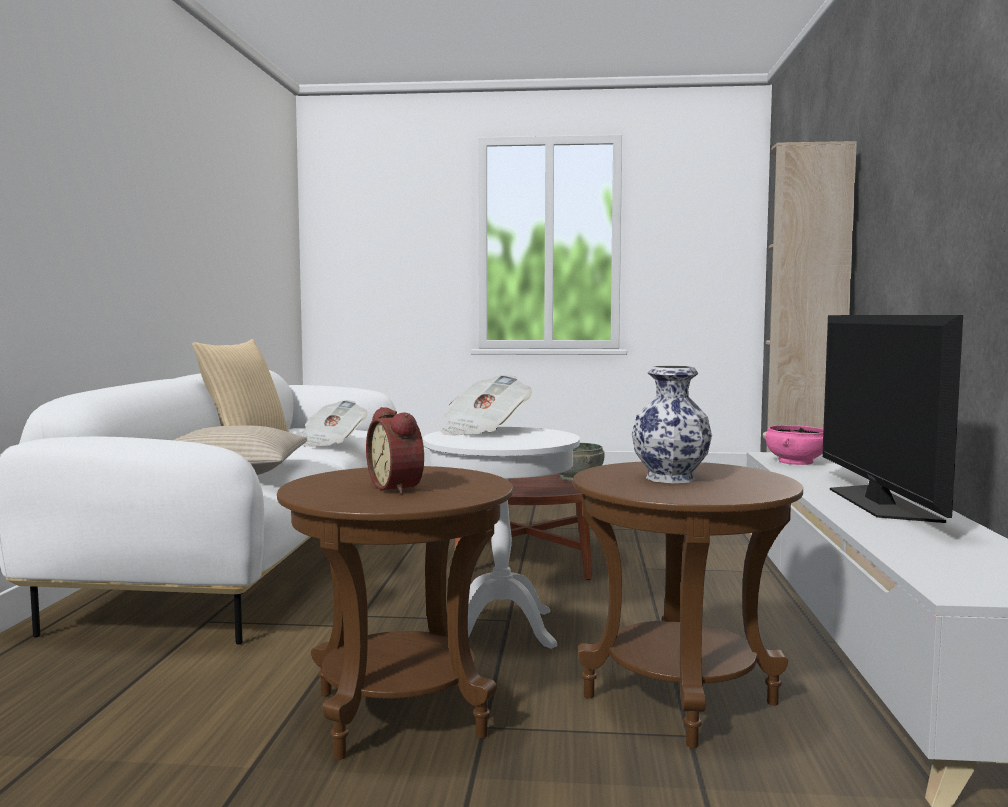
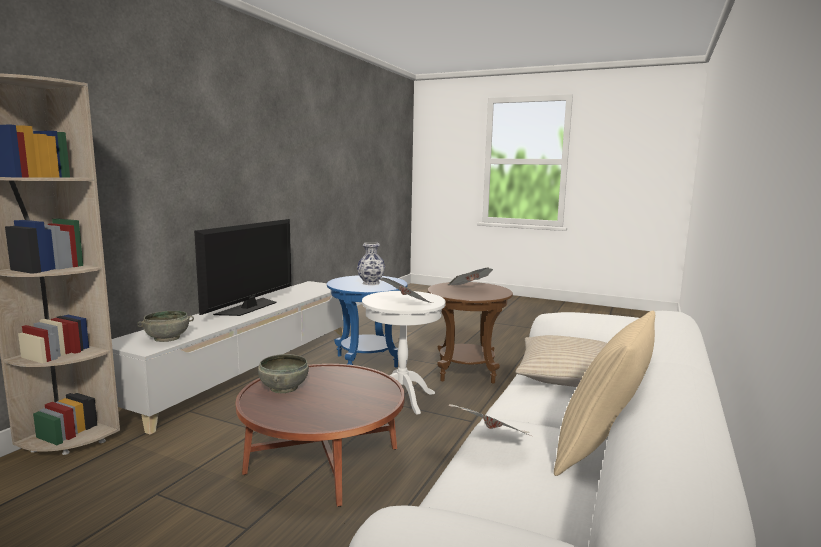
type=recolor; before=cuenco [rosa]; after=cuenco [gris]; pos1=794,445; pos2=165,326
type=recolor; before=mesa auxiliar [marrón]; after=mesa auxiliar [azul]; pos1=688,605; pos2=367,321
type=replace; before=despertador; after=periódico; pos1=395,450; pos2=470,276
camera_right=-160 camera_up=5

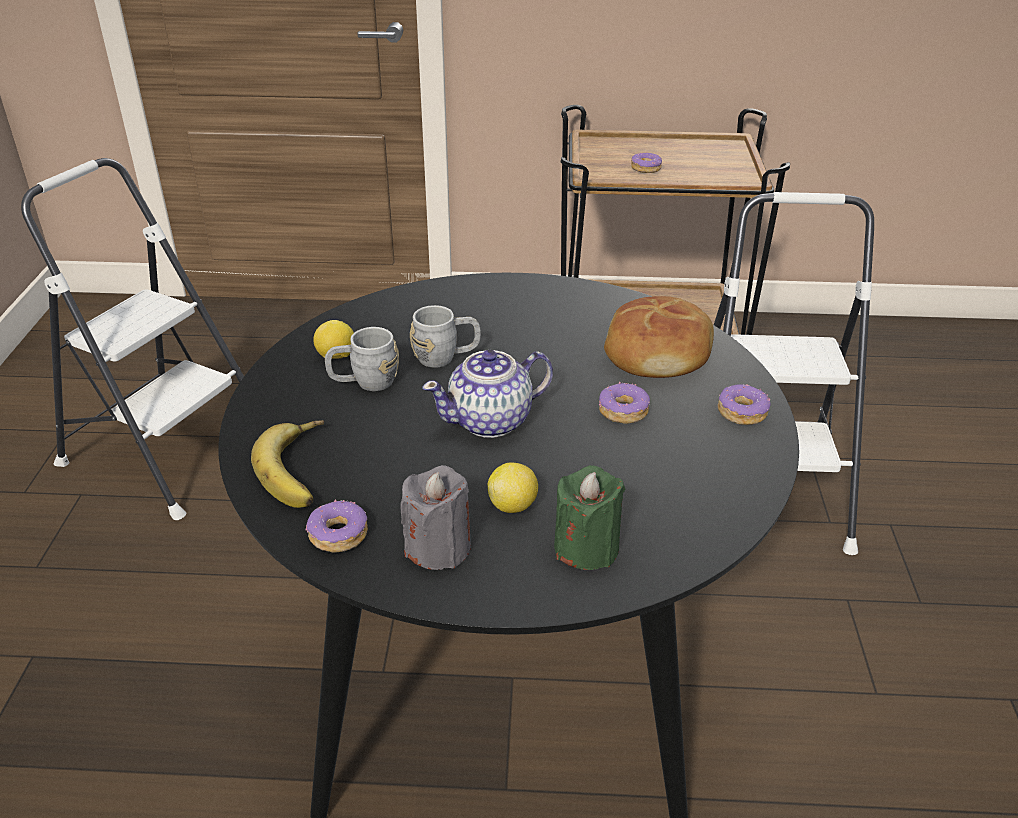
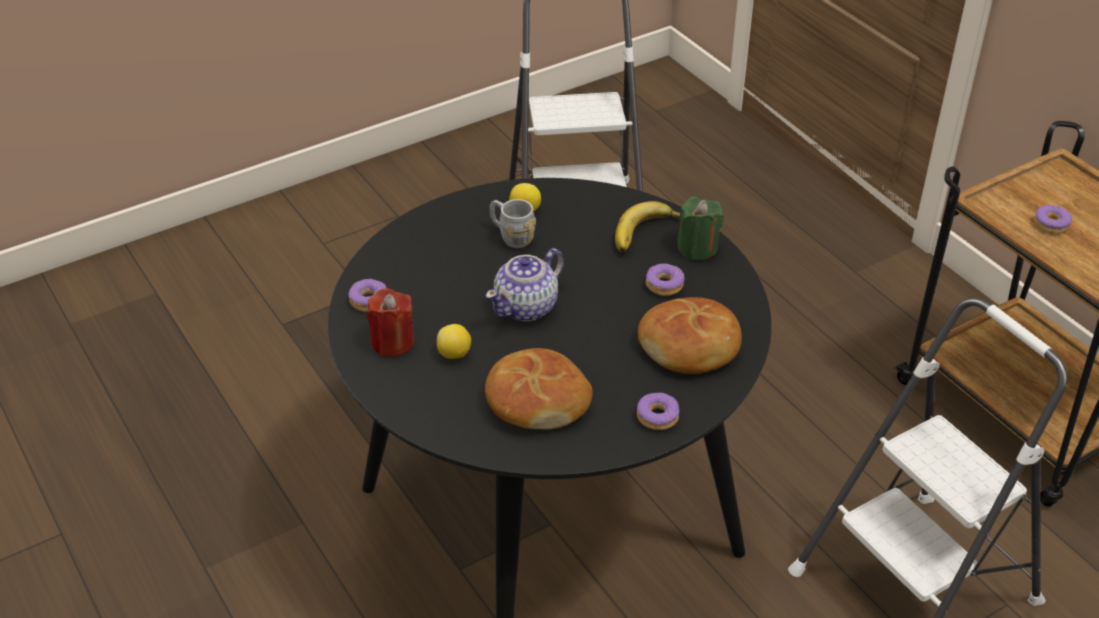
type=recolor; before=vela [gris]; after=vela [rojo]; pos1=436,517; pos2=390,322
type=insert; after=pan; pos2=539,388
type=rotate; before=tetera; pos1=487,394; pos2=525,284; turn=-75
type=move; before=plátano; pos1=287,464; pos2=647,226
type=move; before=rosquilla; pos1=624,403; pos2=665,279
type=move; before=vela [verde]; pos1=589,517; pos2=700,228
type=delete; before=taza grande [gris]; pos1=445,336
camera_right=55 camera_up=5

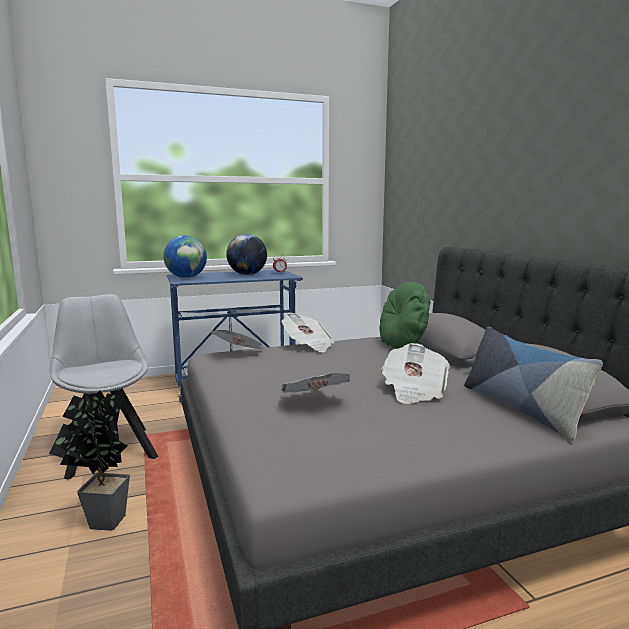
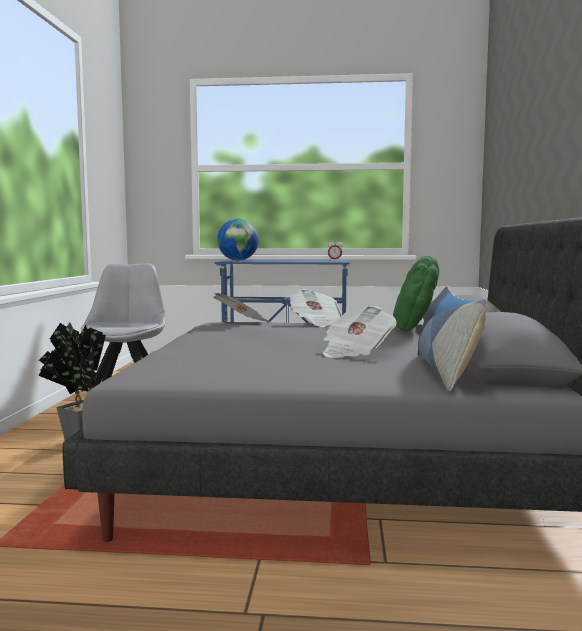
type=delete; before=globo terráqueo; pos1=246,254
type=delete; before=periódico; pos1=315,383
camera_right=25 camera_up=-5

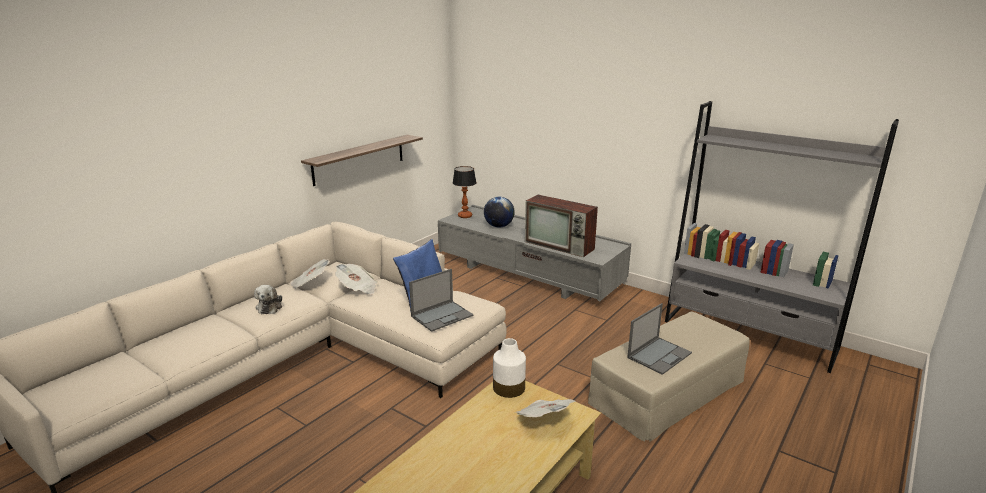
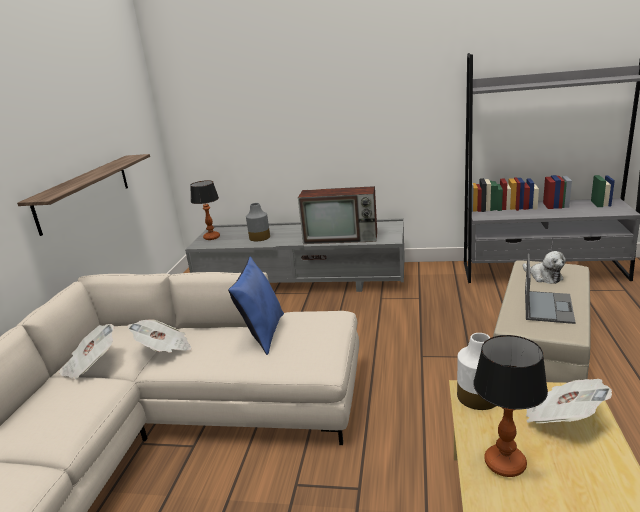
type=replace; before=globo terráqueo; after=florero [gris]; pos1=499,212; pos2=258,222
type=insert; after=lámpara de mesa; pos2=510,406
type=move; before=peluche; pos1=268,299; pos2=544,267
type=delete; before=portátil; pos1=441,300
camera_right=-25 camera_up=0

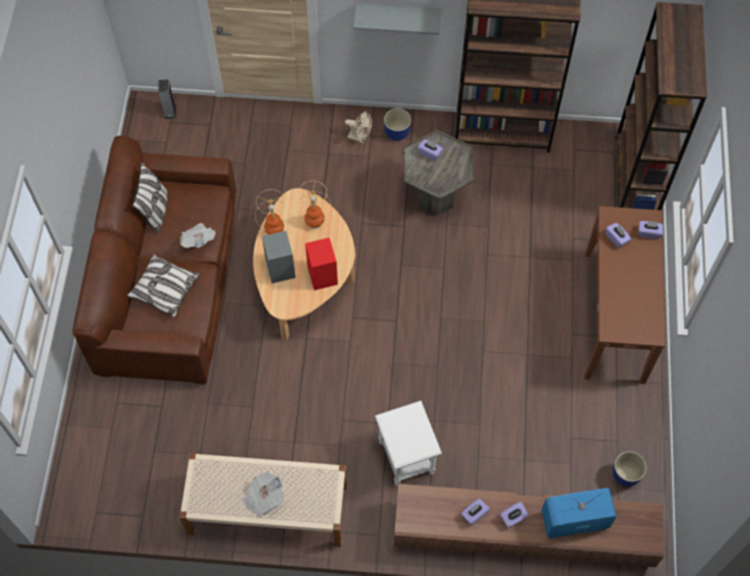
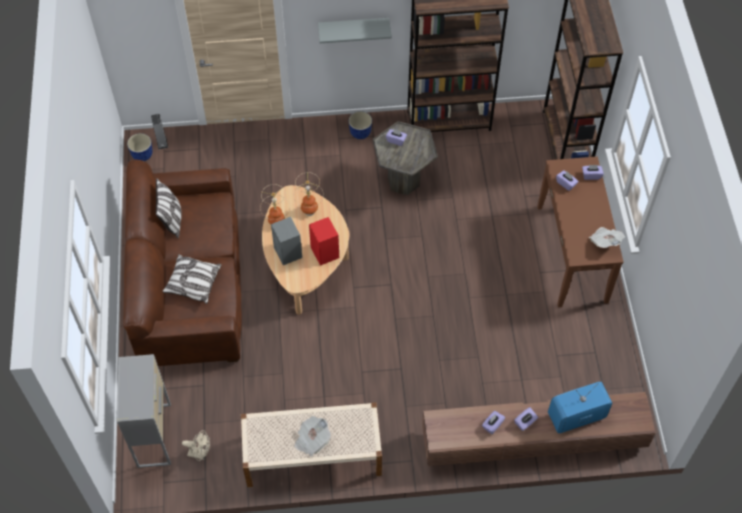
type=insert; after=armario [gris]; pos2=144,411
type=move; before=maceta; pos1=630,469; pos2=140,147
type=move; before=ventilador [beis]; pos1=358,127; pos2=196,445
type=move; before=periódico; pos1=198,235; pos2=607,237
type=delete; before=mesa auxiliar [blanco]; pos1=408,443
camera_right=-10 camera_up=-5

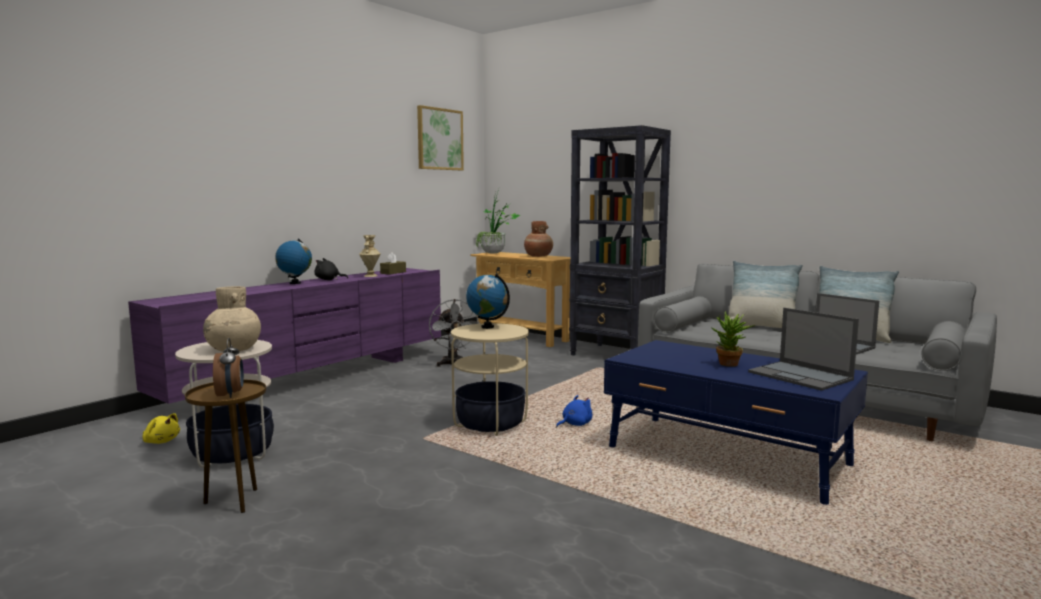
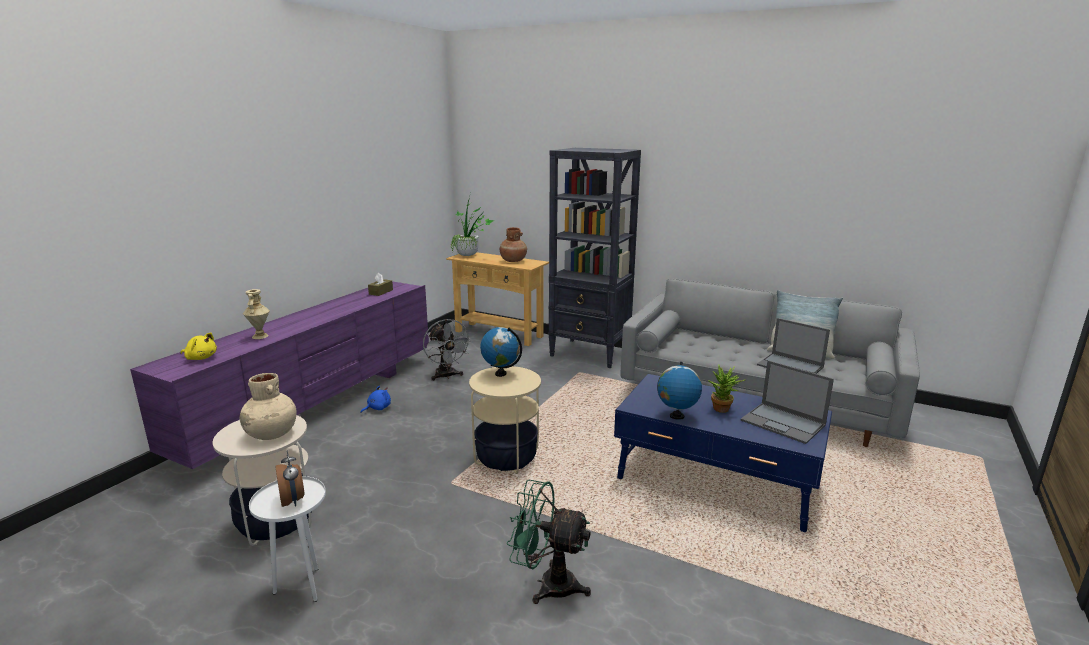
type=move; before=peluche [amarillo]; pos1=161,428; pos2=199,346
type=move; before=florero [beis]; pos1=370,256; pos2=256,314
type=recolor; before=mesa auxiliar [marrón]; after=mesa auxiliar [blanco]; pos1=225,446; pos2=287,539
type=move; before=peluche [azul]; pos1=574,411; pos2=375,399
type=insert; after=ventilador [verde]; pos2=549,542
type=move; before=globo terráqueo; pos1=293,261; pos2=679,391
type=delete; before=peluche [negro]; pos1=331,269
type=delete; before=cuadro; pos1=440,137
type=delete; before=cojín; pos1=766,294
camera_right=-10 camera_up=10

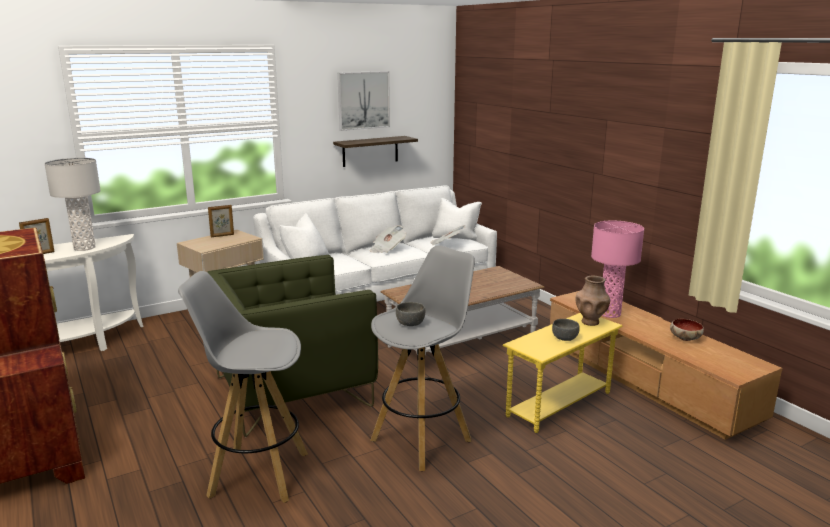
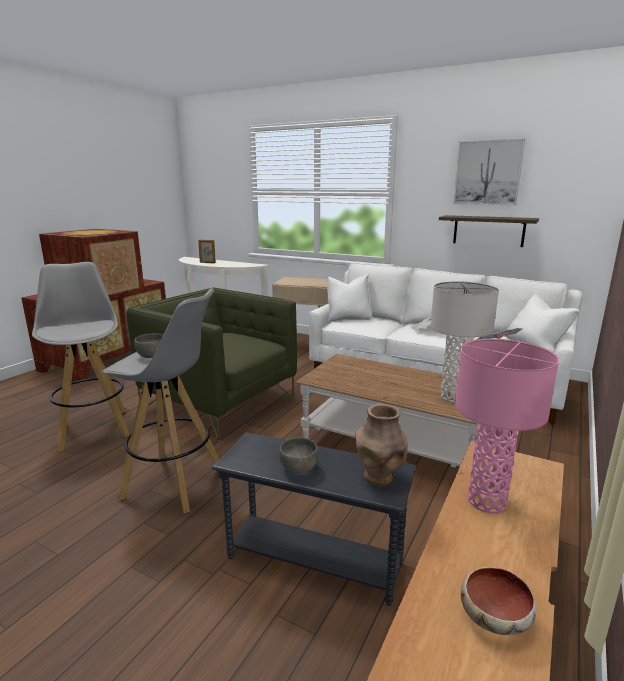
type=recolor; before=mesa auxiliar [amarillo]; after=mesa auxiliar [gris]; pos1=563,373; pos2=314,519
type=move; before=lámpara de mesa [blanco]; pos1=72,204; pos2=464,342
type=delete; before=portarretratos; pos1=221,221
camera_right=60 camera_up=0

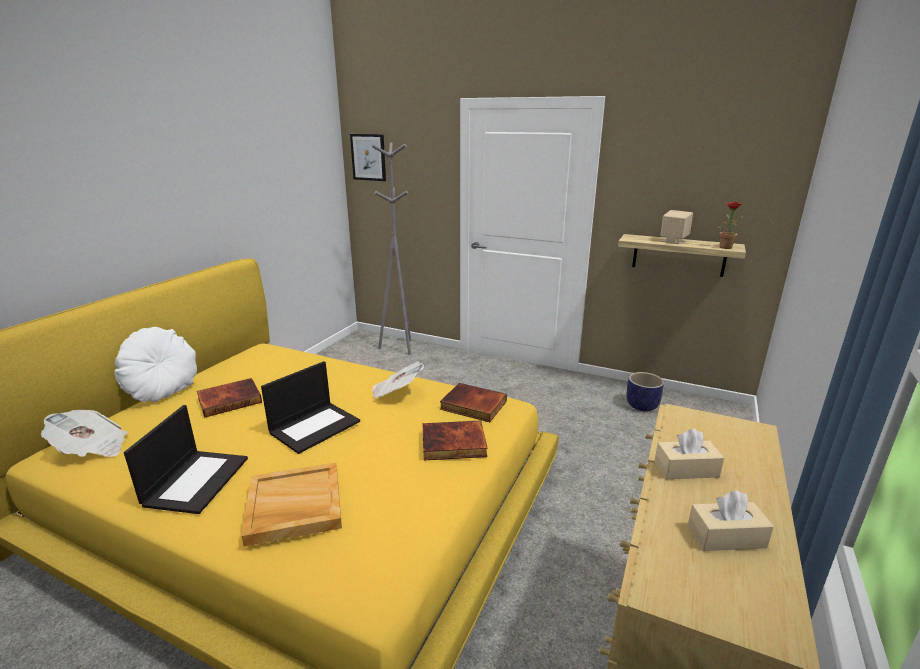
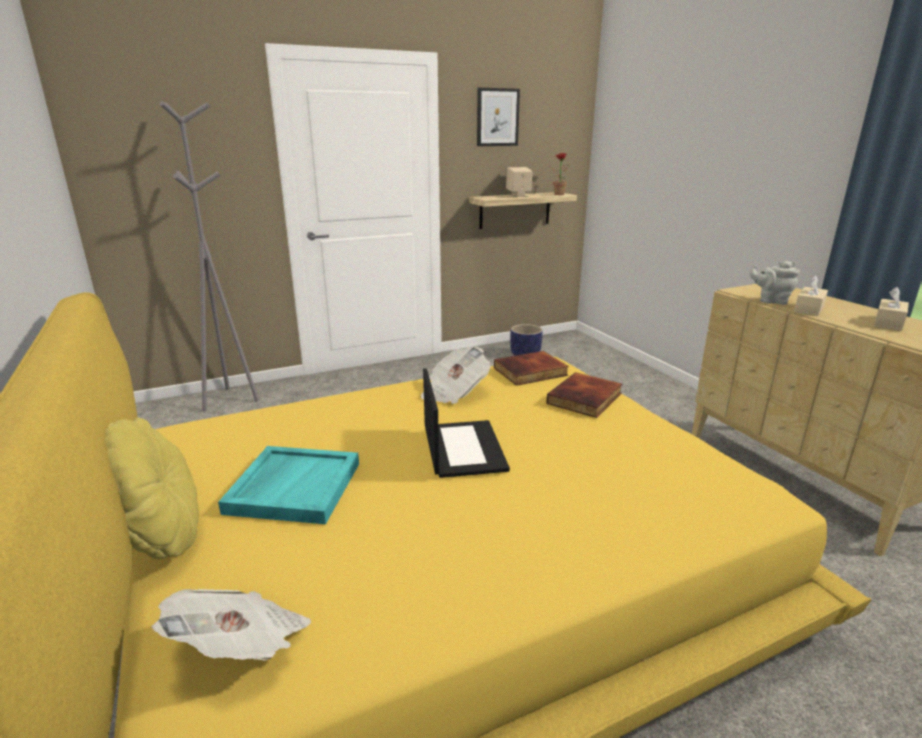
type=recolor; before=cojín [blanco]; after=cojín [amarillo]; pos1=155,364; pos2=152,488
type=replace; before=libro; after=bandeja [turquesa]; pos1=229,398; pos2=288,485
type=move; before=cuadro; pos1=368,157; pos2=498,117
type=insert; after=tetera [gris]; pos2=775,283
type=delete; before=portátil; pos1=186,459
type=delete; before=bandeja [beis]; pos1=291,504
camera_right=-50 camera_up=0

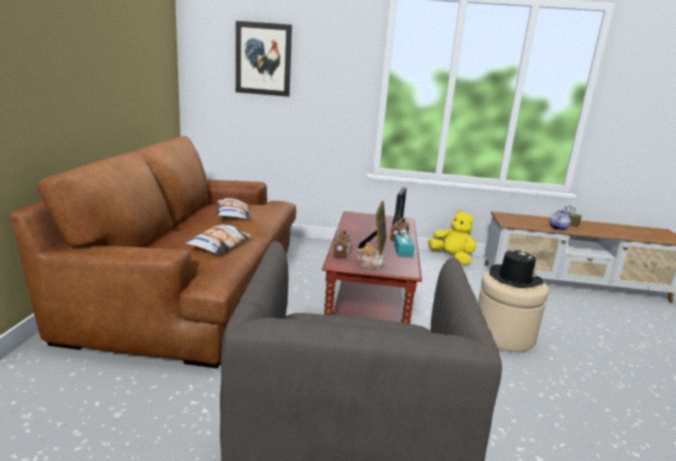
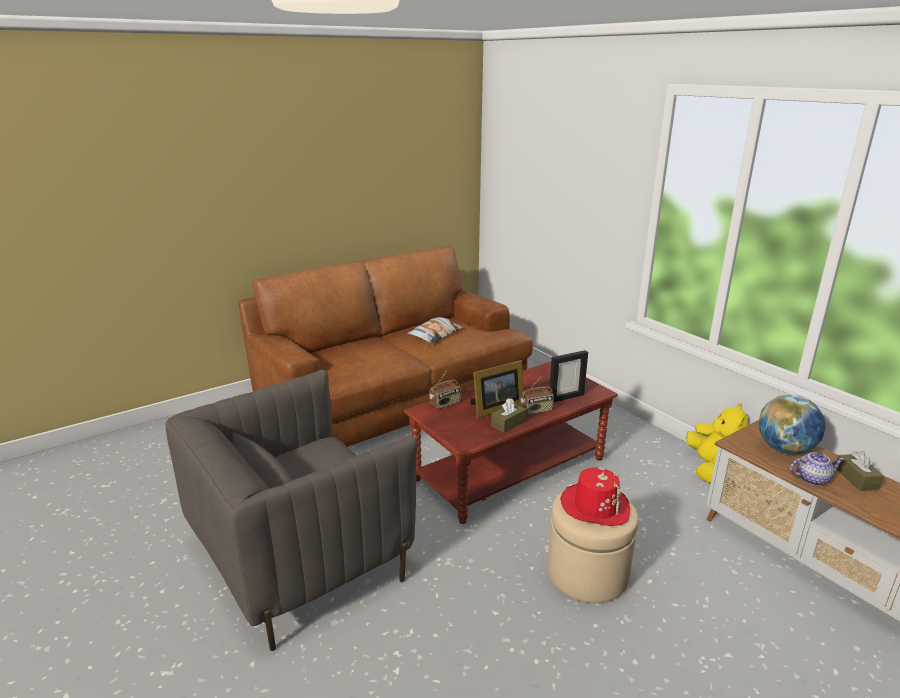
type=recolor; before=caja de pañuelos [turquesa]; after=caja de pañuelos [marrón]; pos1=404,242; pos2=509,415
type=recolor; before=sombrero [negro]; after=sombrero [rojo]; pos1=516,268; pos2=595,496
type=insert; after=globo terráqueo; pos2=792,424
type=delete; before=cojín; pos1=219,239
type=delete; before=cuadro; pos1=264,59
type=delete; before=tetera; pos1=371,256
camera_right=50 camera_up=5

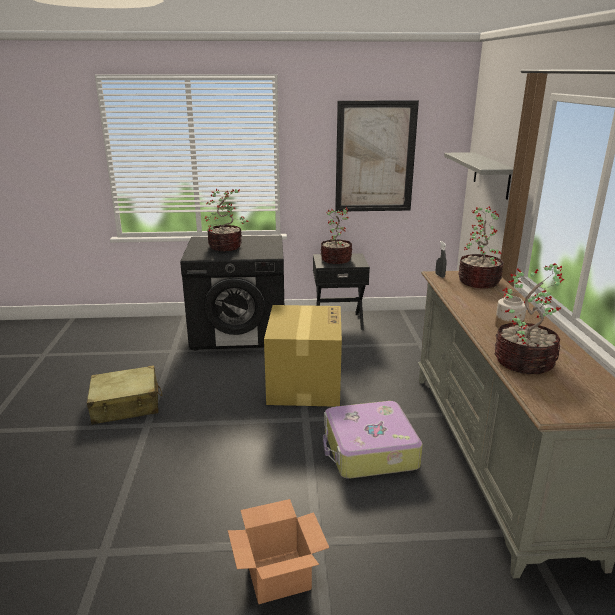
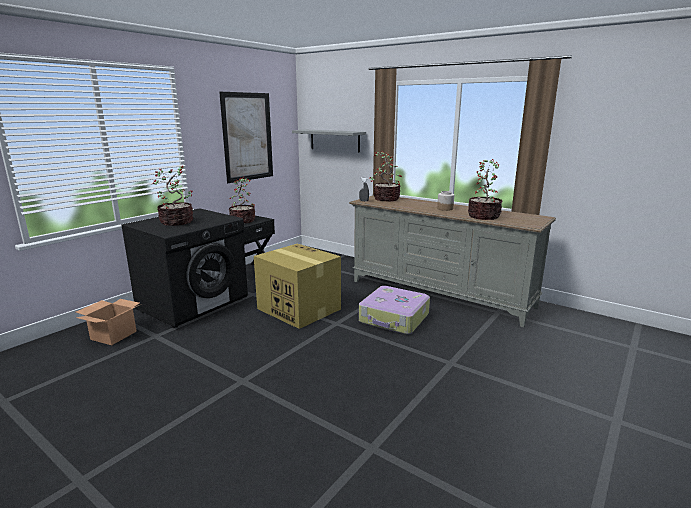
type=move; before=caja de cartón; pos1=278,551; pos2=108,322
type=delete; before=maleta [beis]; pos1=125,395
camera_right=-50 camera_up=-5

